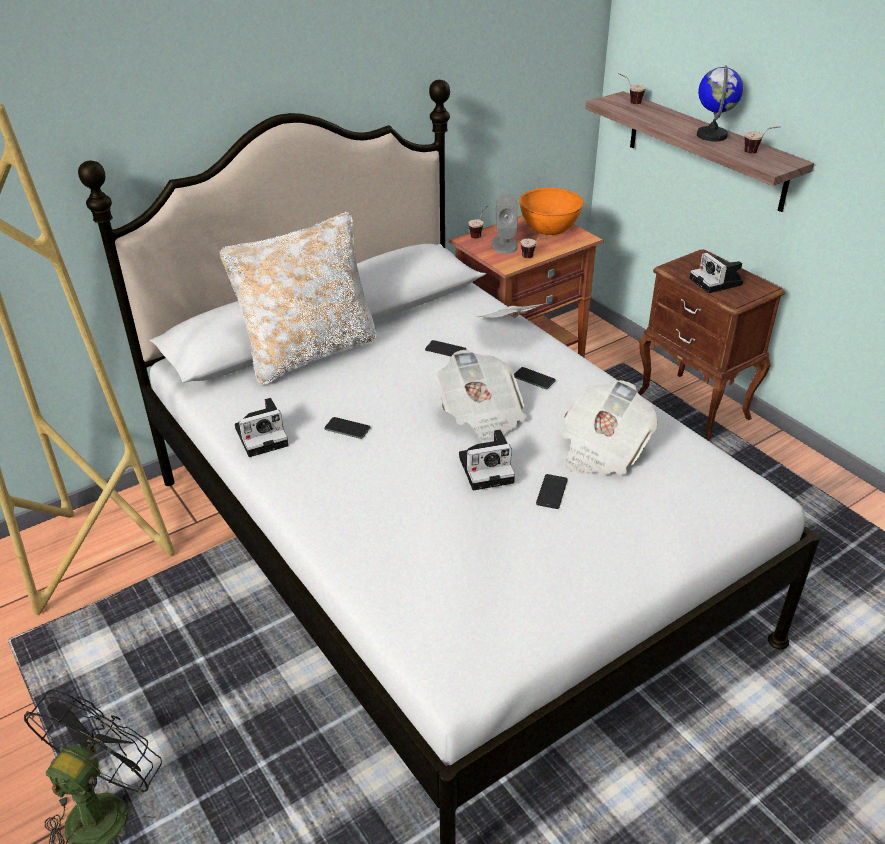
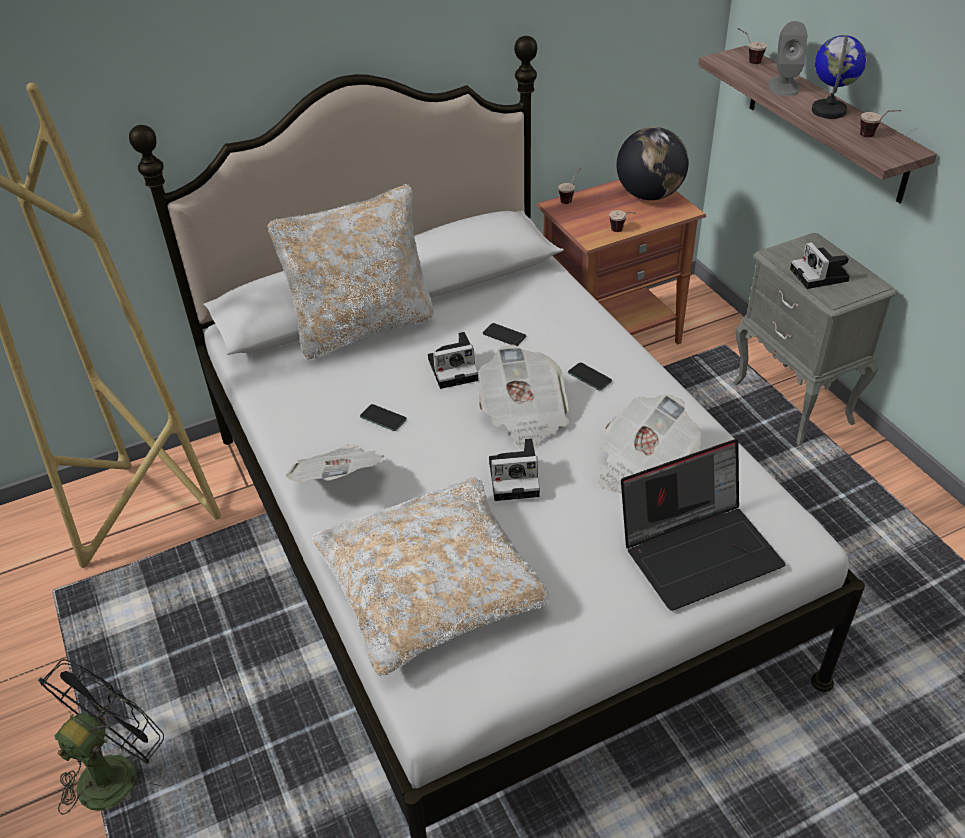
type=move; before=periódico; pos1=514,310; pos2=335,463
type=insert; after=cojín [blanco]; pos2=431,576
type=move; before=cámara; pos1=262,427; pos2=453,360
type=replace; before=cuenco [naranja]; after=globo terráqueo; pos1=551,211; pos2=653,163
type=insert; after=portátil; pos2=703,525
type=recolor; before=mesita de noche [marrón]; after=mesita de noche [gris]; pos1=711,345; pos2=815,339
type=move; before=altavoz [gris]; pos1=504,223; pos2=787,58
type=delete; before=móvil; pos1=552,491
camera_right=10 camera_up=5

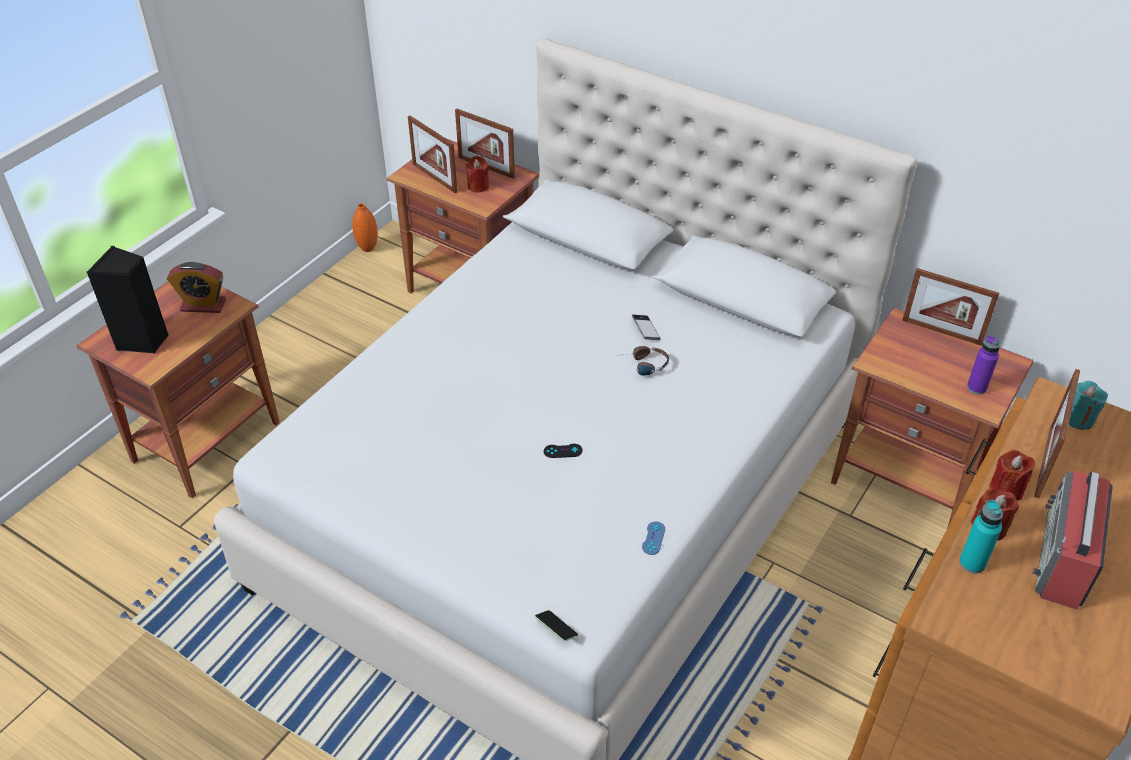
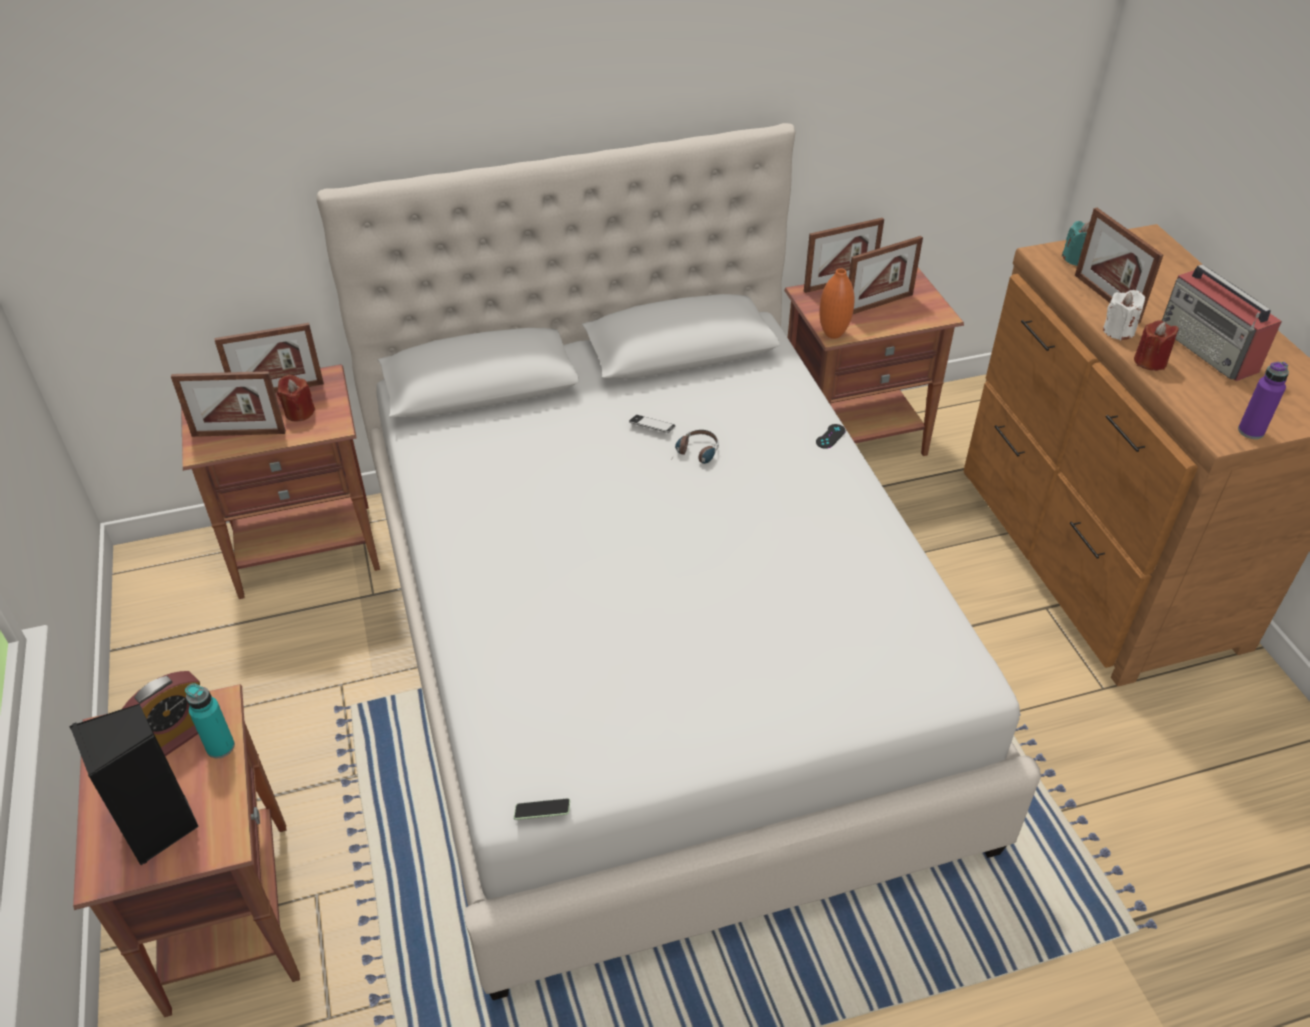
type=move; before=botella [turquesa]; pos1=981,537; pos2=210,720
type=move; before=móvil; pos1=556,625; pos2=542,809
type=move; before=mando de consola [negro]; pos1=563,451; pos2=831,436
type=move; before=florero [naranja]; pos1=365,227; pos2=837,303
type=insert; after=portarretratos; pos2=886,275
type=recolor; before=vela [rojo]; after=vela [blanco]; pos1=1012,475; pos2=1124,315
type=move; before=botella [morado]; pos1=983,365; pos2=1263,400
type=delete; before=mando de consola [azul]; pos1=653,538
camera_right=-50 camera_up=0

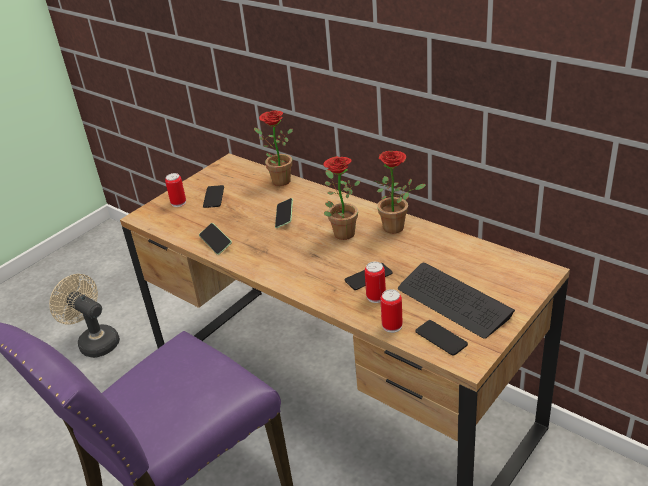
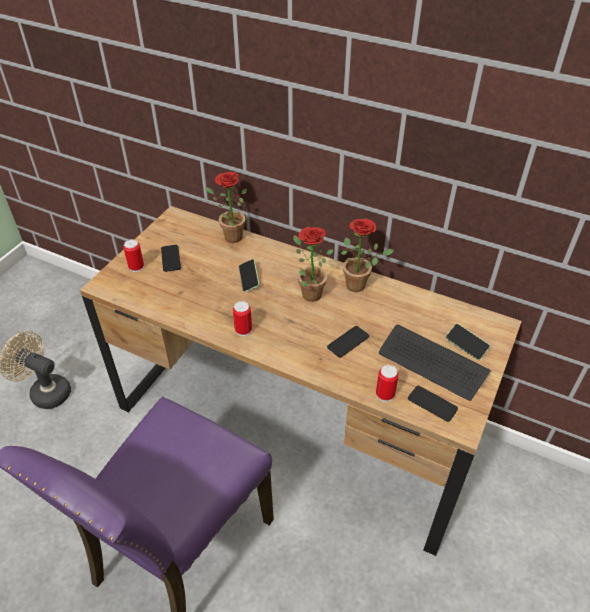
type=move; before=lata; pos1=375,282; pos2=242,318
type=move; before=móvil; pos1=215,239; pos2=468,342
camera_right=-15 camera_up=10

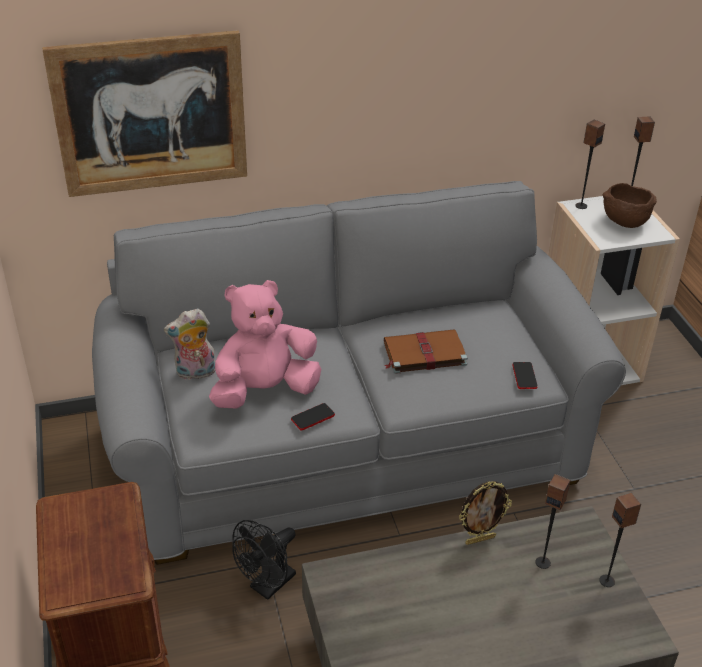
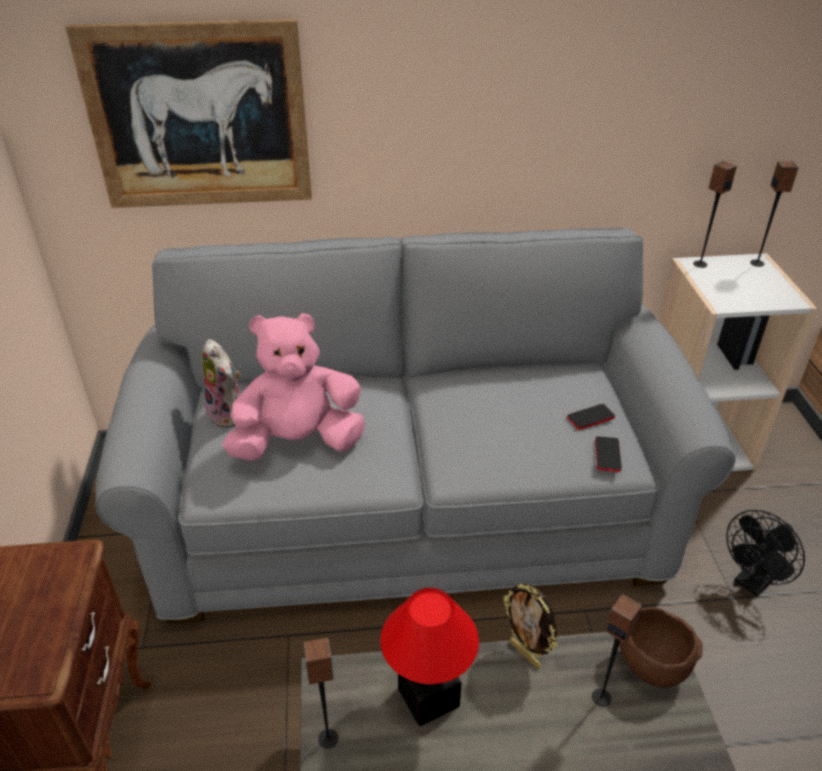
type=rotate; before=peluche; pos1=189,344; pos2=221,383; turn=-120
type=move; before=altavoz; pos1=620,540; pos2=321,693
type=insert; after=lámpara de mesa; pos2=429,657
type=rotate; before=portarretratos; pos1=485,513; pos2=530,625; turn=60
type=move; before=móvil; pos1=313,416; pos2=591,417
type=move; before=cuenco [marrón]; pos1=630,205; pos2=661,647
type=move; before=ventilador [negro]; pos1=264,560; pos2=765,553
type=delete; before=libro [marrón]; pos1=426,351
camera_right=10 camera_up=0

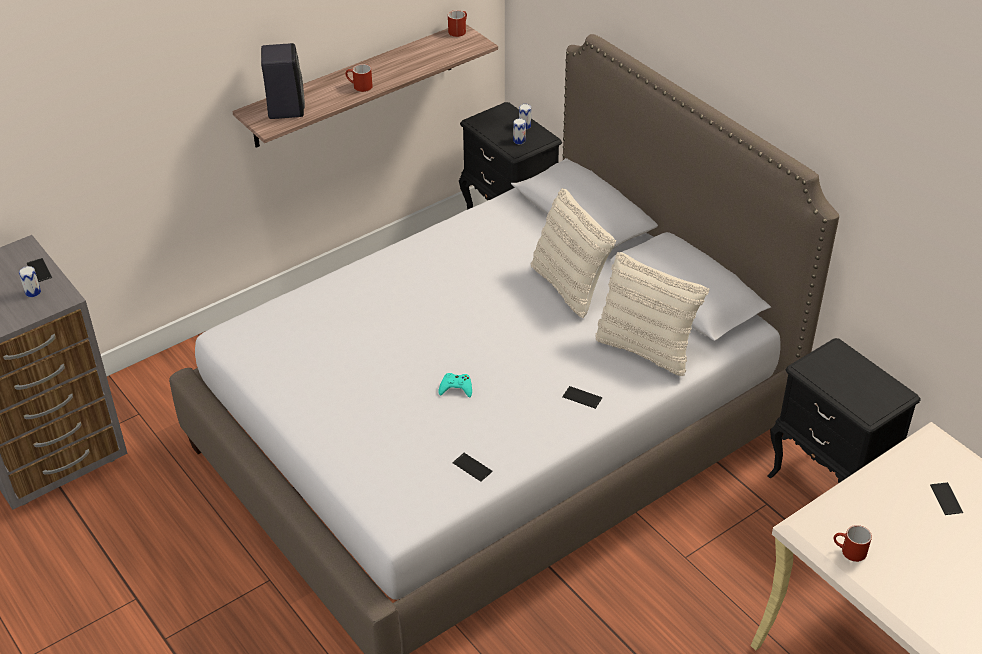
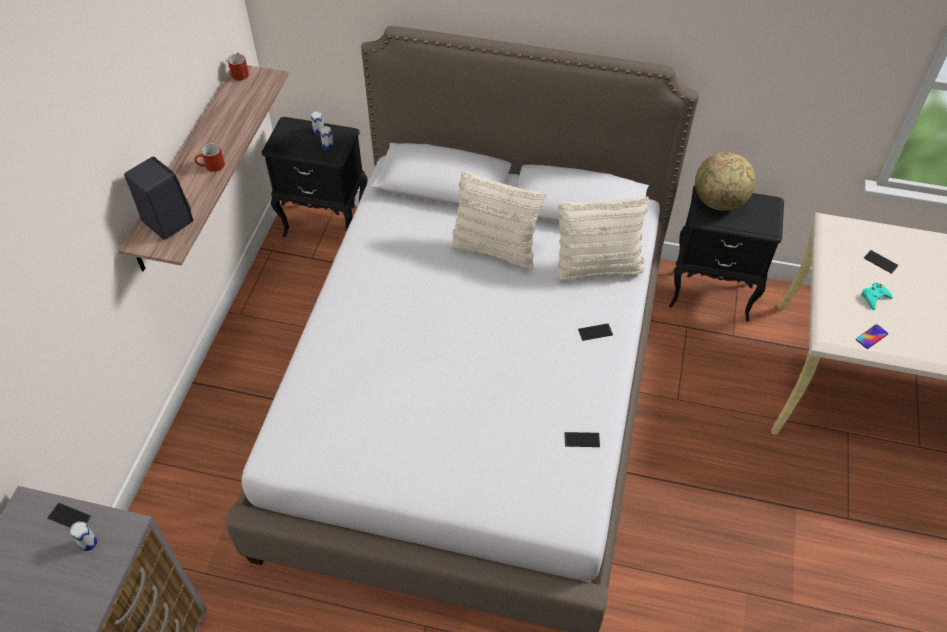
type=insert; after=globo terráqueo; pos2=725,181
type=replace; before=taza grande [rojo]; after=móvil; pos1=853,543; pos2=872,336
type=move; before=mando de consola [turquesa]; pos1=455,385; pos2=877,296
camera_right=-40 camera_up=10

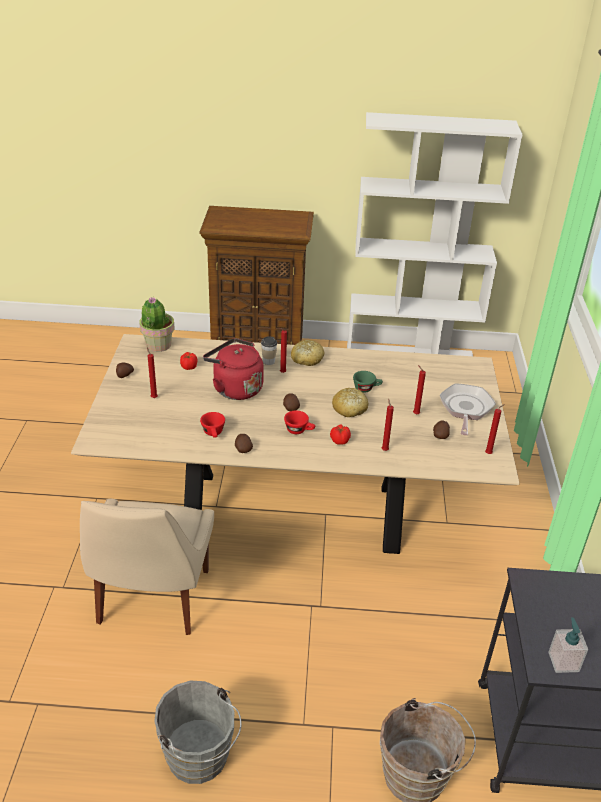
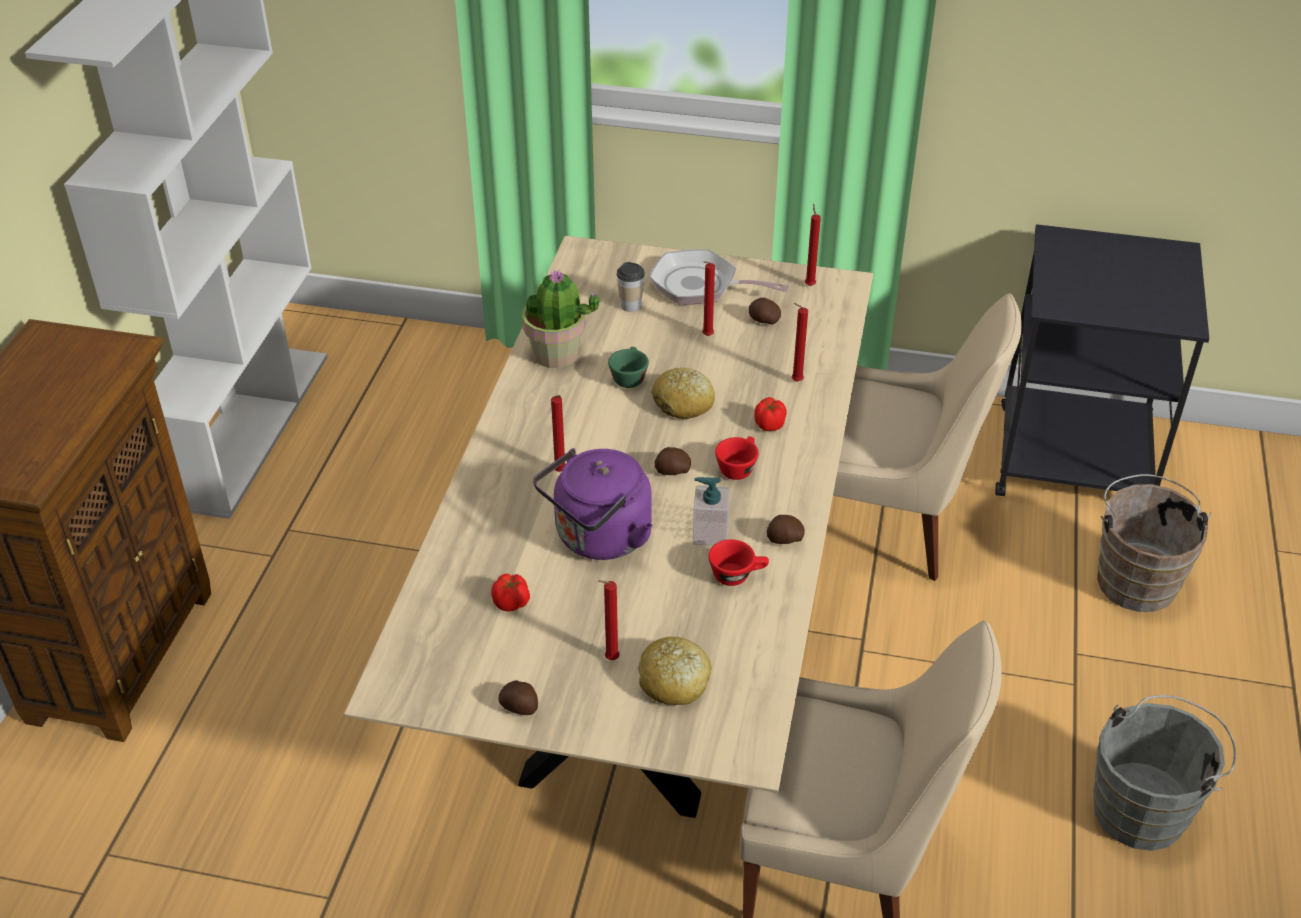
type=move; before=planta en maceta; pos1=156,325; pos2=560,318
type=recolor; before=hervidor [rojo]; after=hervidor [morado]; pos1=233,369; pos2=593,504
type=move; before=taza; pos1=269,350; pos2=631,287
type=move; before=pan; pos1=307,353; pos2=674,670
type=move; before=dispensador de jabón; pos1=568,645; pos2=711,511
type=insert; after=silla [beis]; pos2=927,437
camera_right=-80 camera_up=5

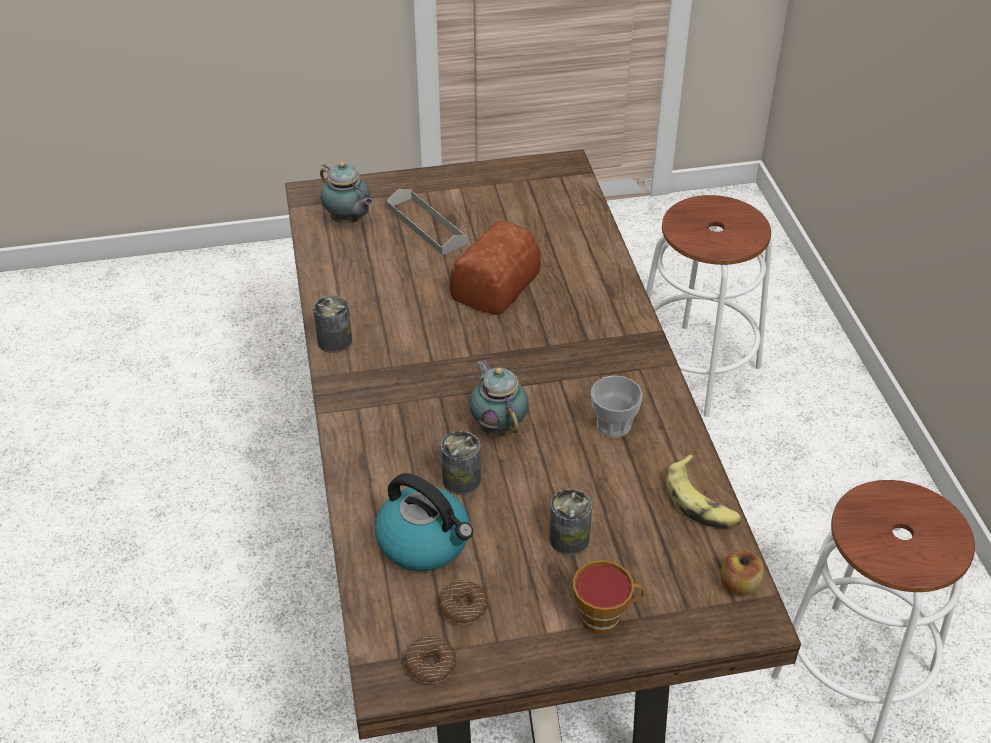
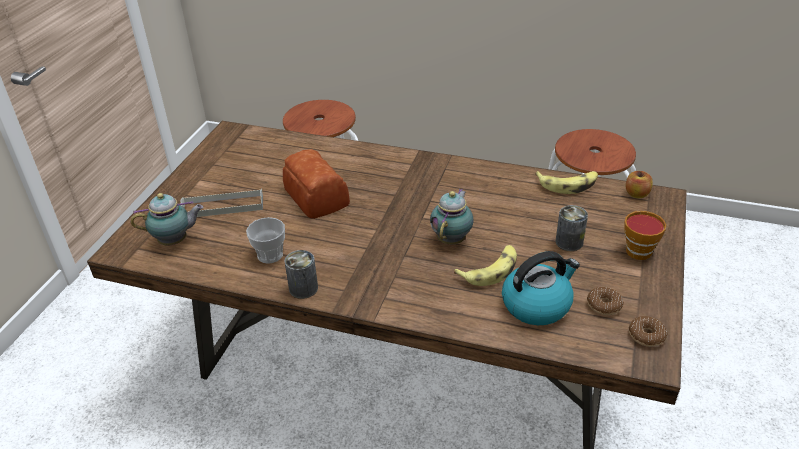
type=move; before=taza; pos1=617,406; pos2=265,240
type=rotate; before=tetera; pos1=499,398; pos2=451,216; turn=105
type=replace; before=lata; after=plátano; pos1=461,463; pos2=485,265
camera_right=-60 camera_up=-5

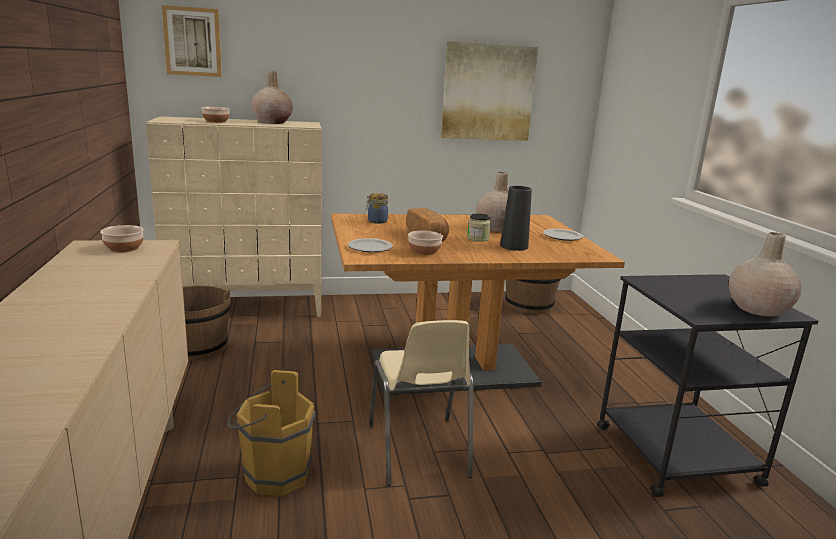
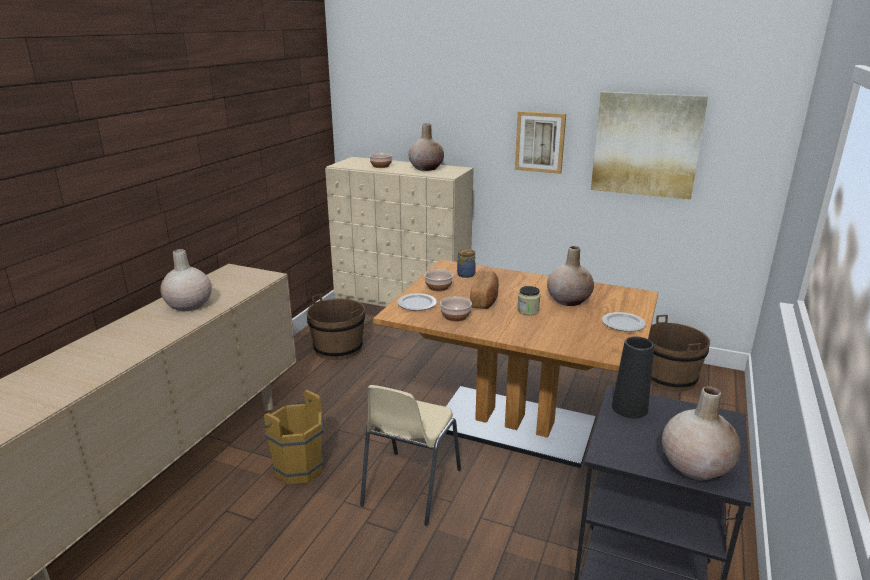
type=insert; after=florero [beis]; pos2=186,280
type=move; before=cuenco; pos1=122,238; pos2=438,280
type=move; before=cuadro; pos1=192,41; pos2=540,142
type=move; before=florero [negro]; pos1=516,218; pos2=633,377
camera_right=35 camera_up=5

